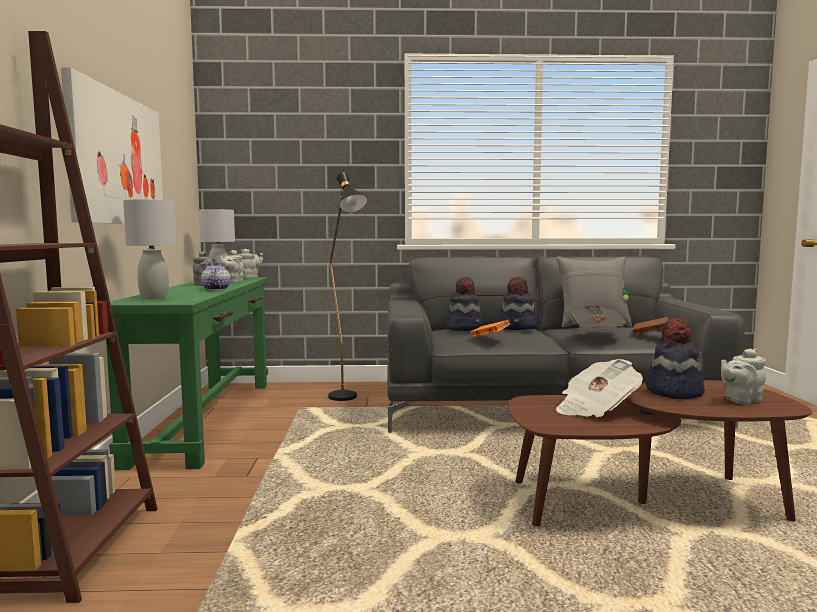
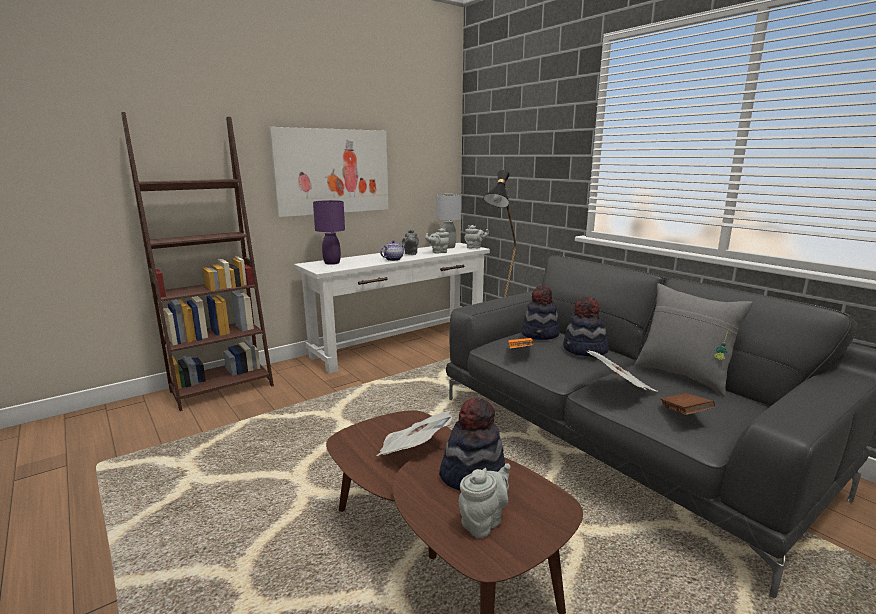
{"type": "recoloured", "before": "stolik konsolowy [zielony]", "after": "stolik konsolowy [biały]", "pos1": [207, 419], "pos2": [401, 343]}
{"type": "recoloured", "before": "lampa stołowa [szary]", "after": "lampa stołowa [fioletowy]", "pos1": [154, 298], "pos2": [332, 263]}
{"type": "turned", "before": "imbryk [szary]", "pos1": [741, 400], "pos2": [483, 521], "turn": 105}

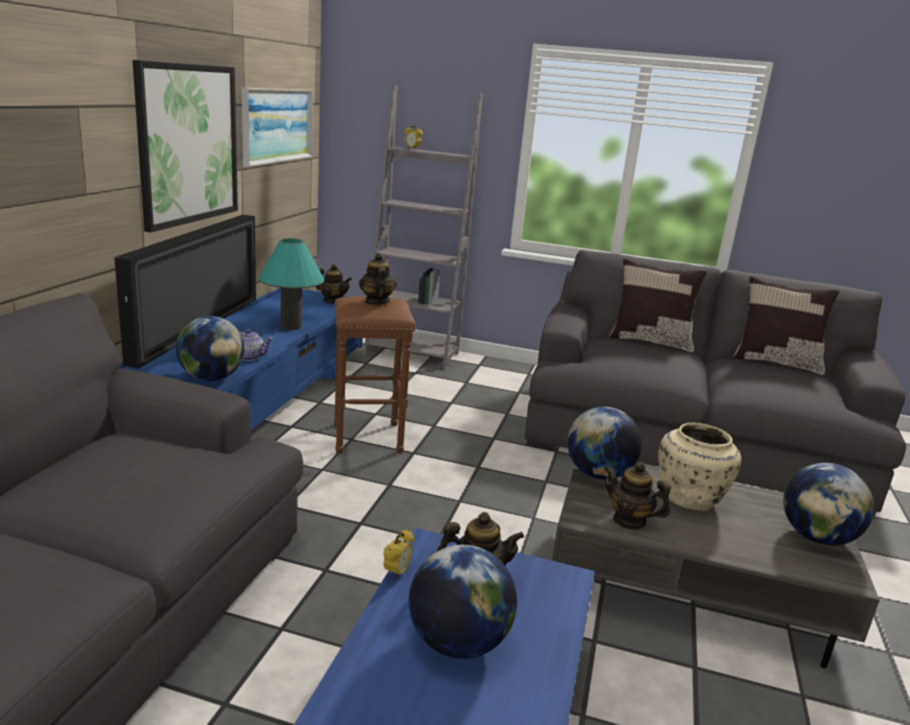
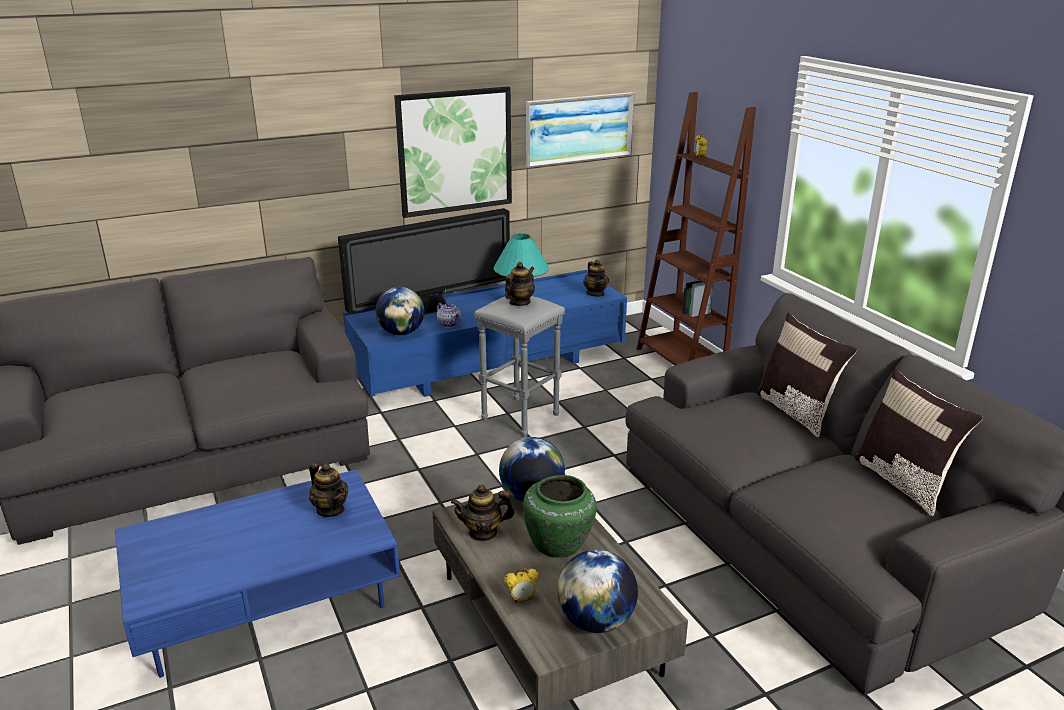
{"type": "removed", "before": "globus", "pos1": [458, 643]}
{"type": "moved", "before": "budzik", "pos1": [397, 573], "pos2": [521, 599]}
{"type": "recoloured", "before": "stołek [brązowy]", "after": "stołek [szary]", "pos1": [366, 438], "pos2": [518, 416]}
{"type": "recoloured", "before": "regał [szary]", "after": "regał [brązowy]", "pos1": [412, 353], "pos2": [680, 361]}
{"type": "recoloured", "before": "wazon [beżowy]", "after": "wazon [zielony]", "pos1": [690, 499], "pos2": [559, 545]}
{"type": "turned", "before": "imbryk", "pos1": [629, 520], "pos2": [483, 532], "turn": -90}

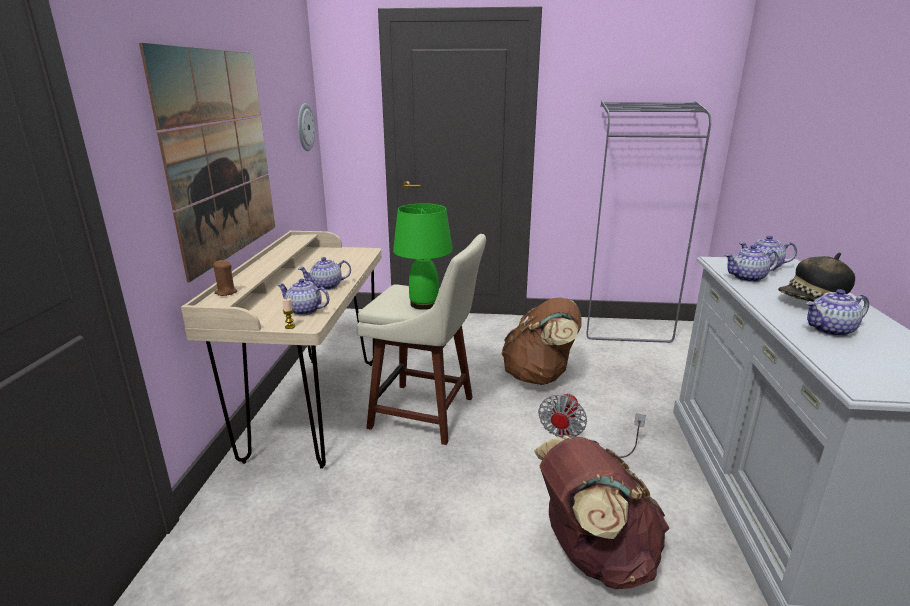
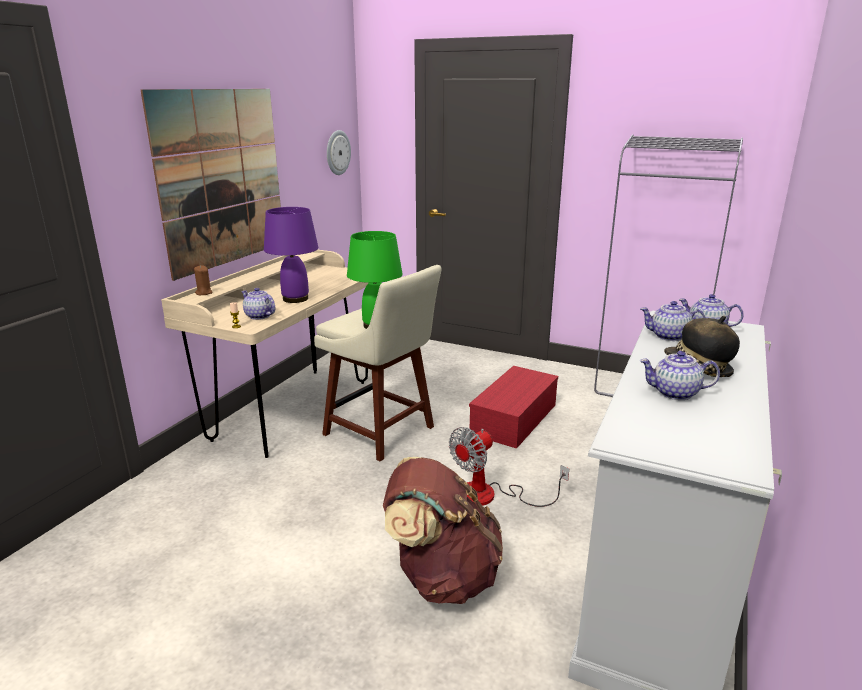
{"type": "replaced", "before": "imbryk", "after": "lampa stołowa [fioletowy]", "pos1": [326, 286], "pos2": [296, 299]}
{"type": "replaced", "before": "plecak [brązowy]", "after": "pojemnik do przechowywania [czerwony]", "pos1": [539, 376], "pos2": [514, 420]}

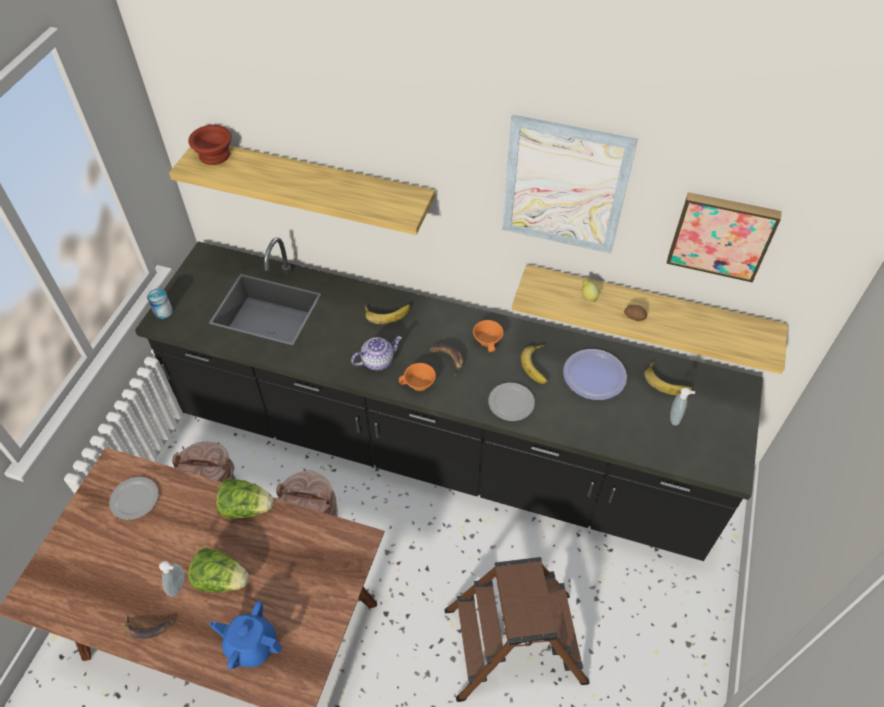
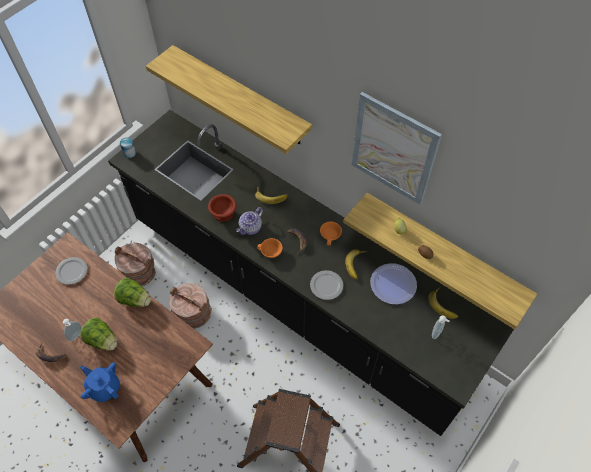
{"type": "removed", "before": "obraz", "pos1": [721, 234]}
{"type": "moved", "before": "miska [brązowy]", "pos1": [215, 154], "pos2": [224, 213]}
{"type": "turned", "before": "imbryk", "pos1": [378, 361], "pos2": [250, 228], "turn": 135}

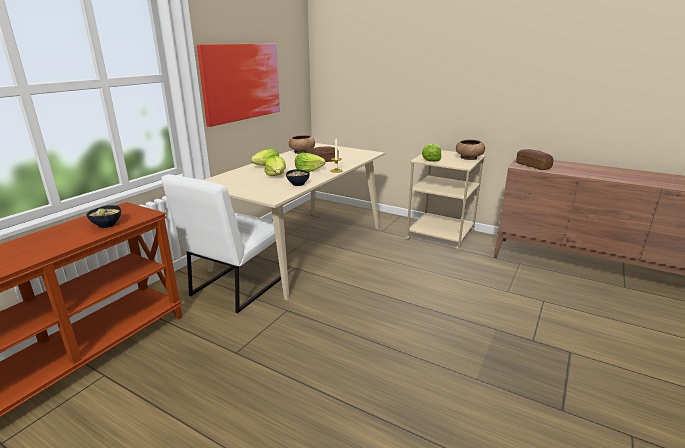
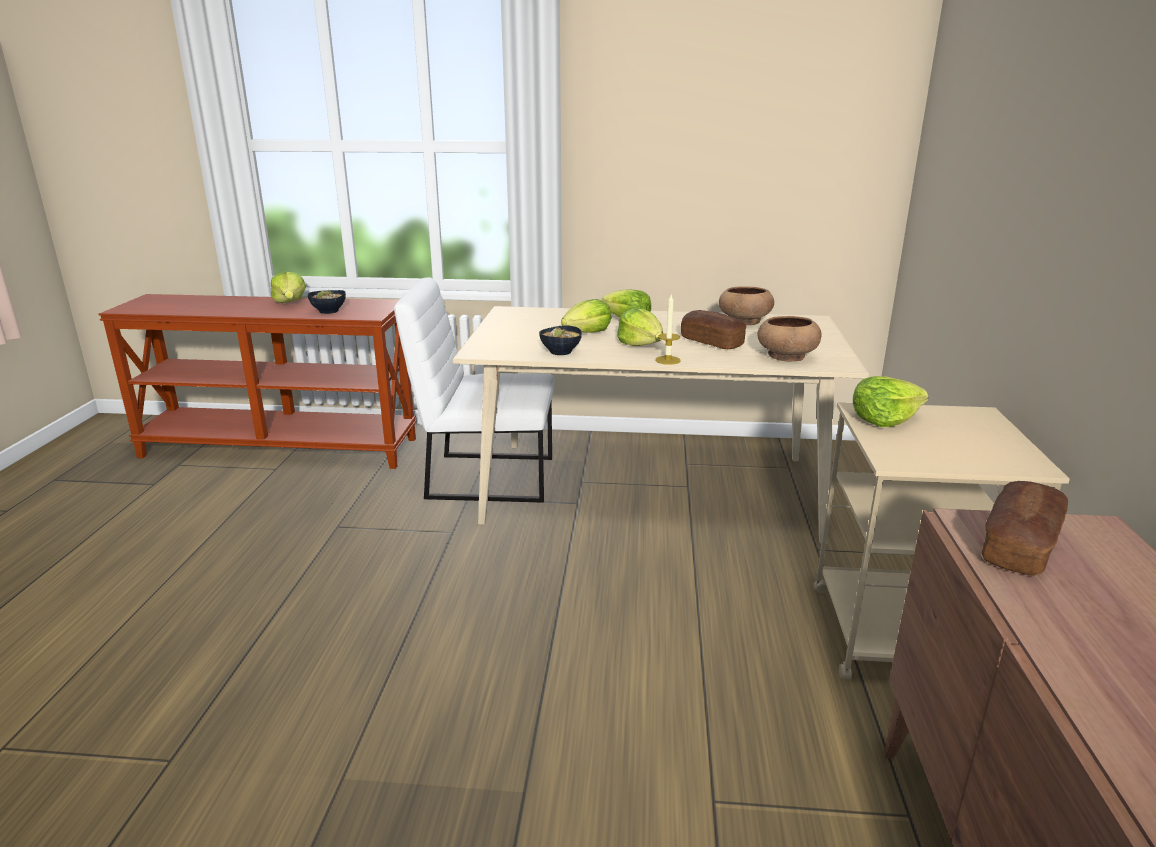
{"type": "removed", "before": "obraz", "pos1": [241, 82]}
{"type": "added", "after": "sałata", "pos2": [290, 302]}
{"type": "moved", "before": "miska [brązowy]", "pos1": [468, 158], "pos2": [786, 356]}

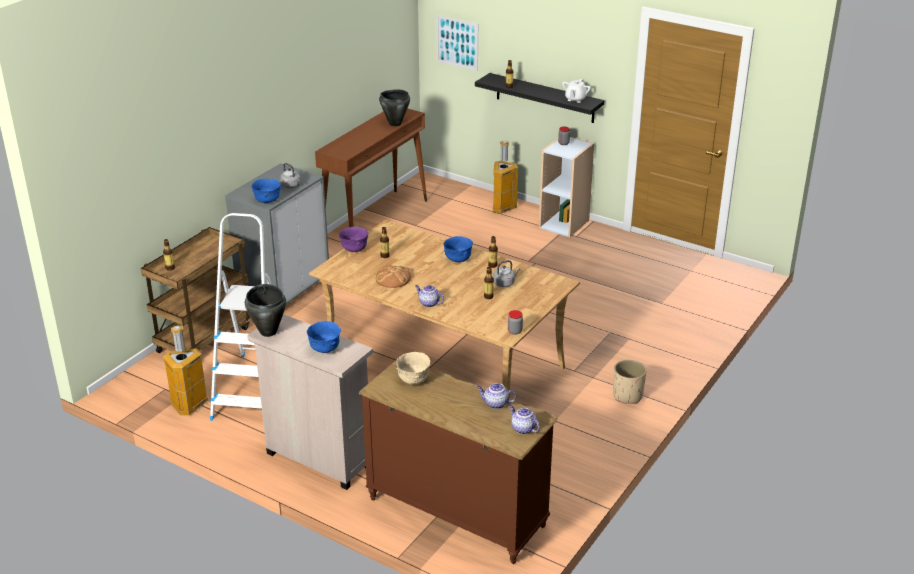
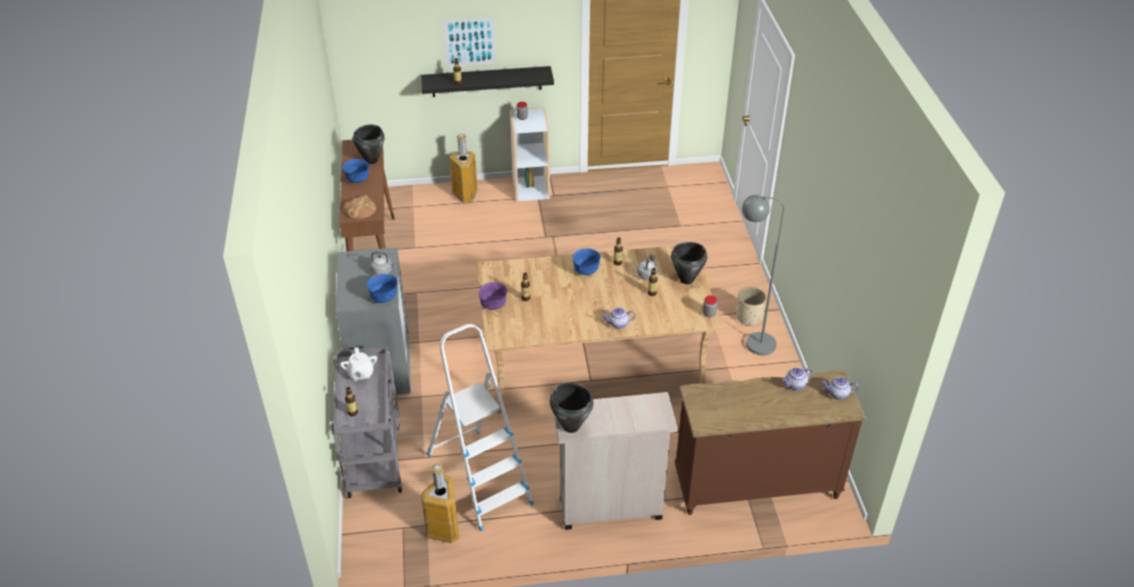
{"type": "removed", "before": "miska [beżowy]", "pos1": [413, 380]}
{"type": "added", "after": "garnek [czarny]", "pos2": [686, 279]}
{"type": "added", "after": "lampa stojąca [szary]", "pos2": [751, 344]}
{"type": "moved", "before": "miska [niebieski]", "pos1": [325, 349], "pos2": [357, 180]}
{"type": "moved", "before": "chleb", "pos1": [393, 278], "pos2": [360, 209]}
{"type": "moved", "before": "obraz", "pos1": [457, 42], "pos2": [469, 41]}
{"type": "moved", "before": "imbryk [biały]", "pos1": [575, 99], "pos2": [361, 373]}
{"type": "recoloured", "before": "wózek [brązowy]", "after": "wózek [szary]", "pos1": [204, 338], "pos2": [373, 458]}

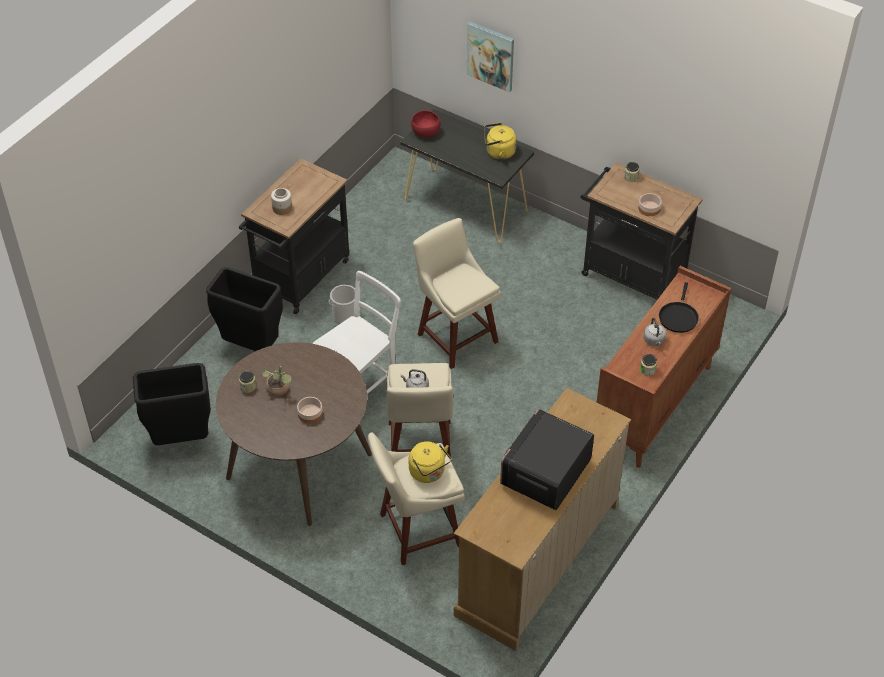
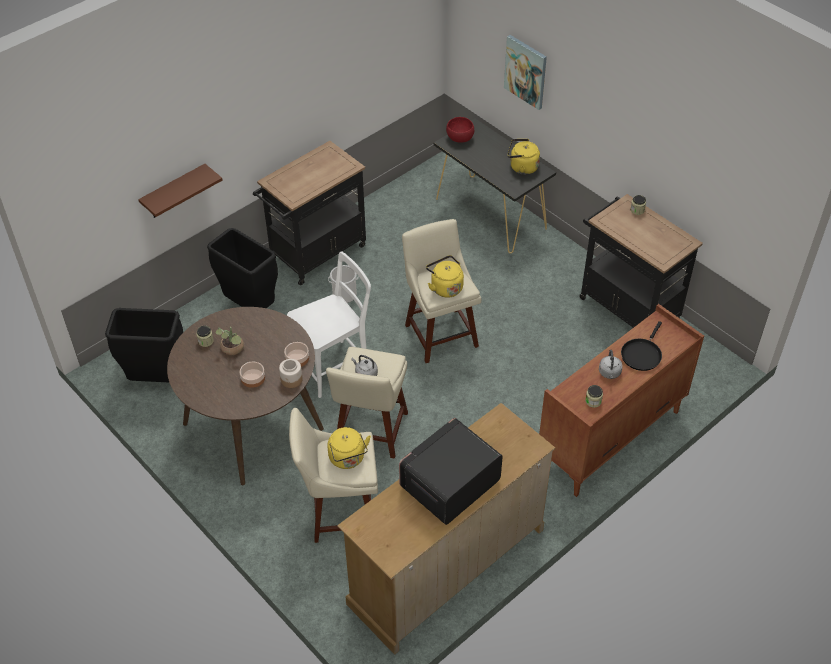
{"type": "added", "after": "półka [brązowy]", "pos2": [174, 192]}
{"type": "added", "after": "czajnik [żółty]", "pos2": [445, 287]}
{"type": "moved", "before": "słoik", "pos1": [282, 208], "pos2": [291, 380]}
{"type": "moved", "before": "miska", "pos1": [649, 208], "pos2": [297, 358]}

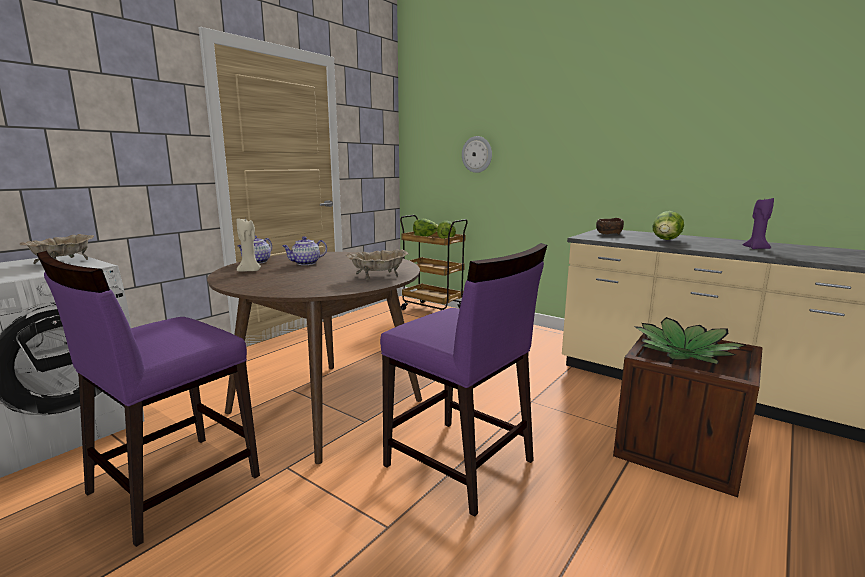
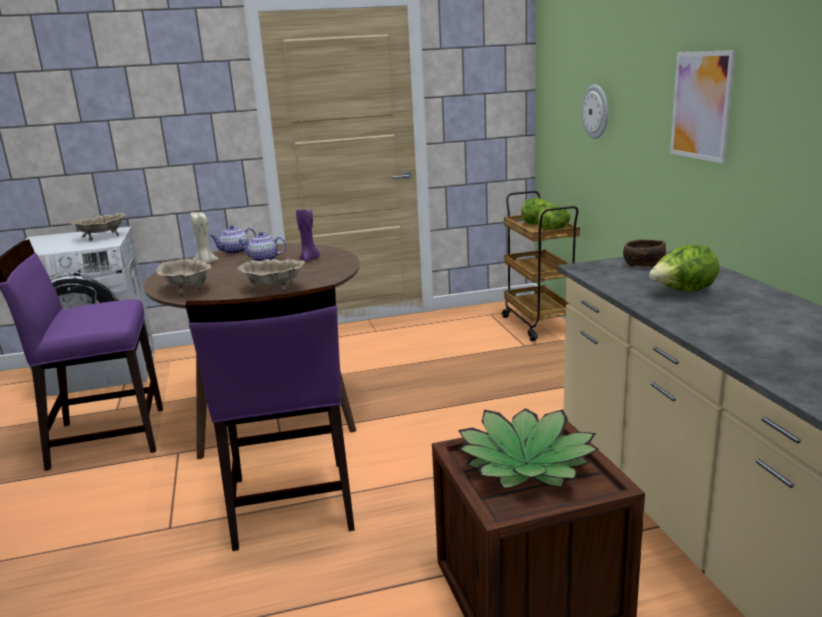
{"type": "added", "after": "miska [beżowy]", "pos2": [188, 289]}
{"type": "added", "after": "obraz", "pos2": [701, 105]}
{"type": "moved", "before": "świeca [fioletowy]", "pos1": [756, 248], "pos2": [309, 259]}

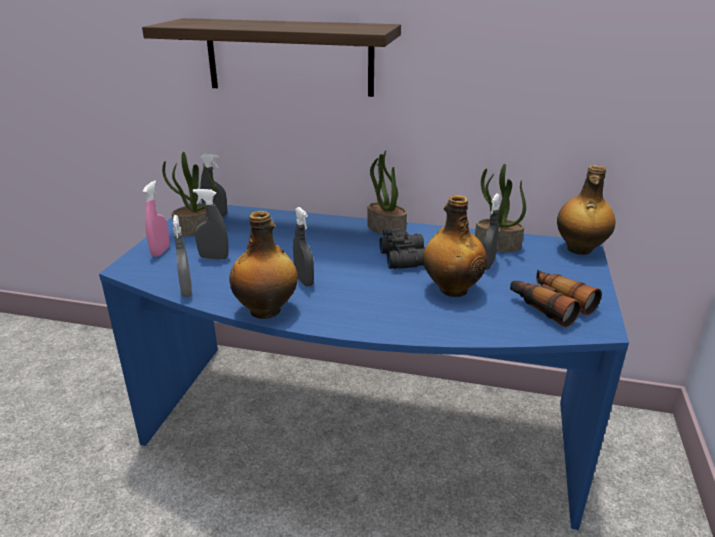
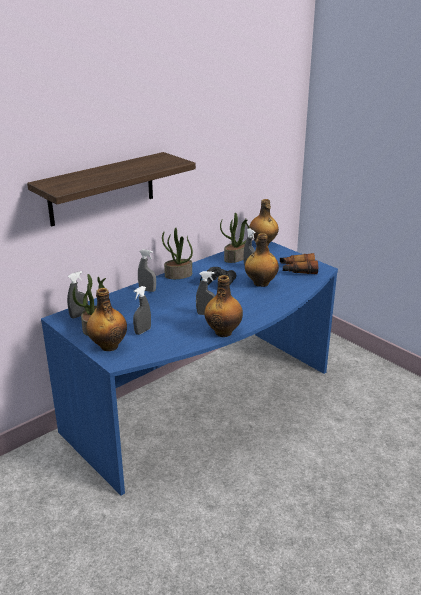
{"type": "moved", "before": "spryskiwacz [szary]", "pos1": [186, 291], "pos2": [147, 290]}
{"type": "replaced", "before": "spryskiwacz [różowy]", "after": "butelka", "pos1": [160, 251], "pos2": [108, 346]}

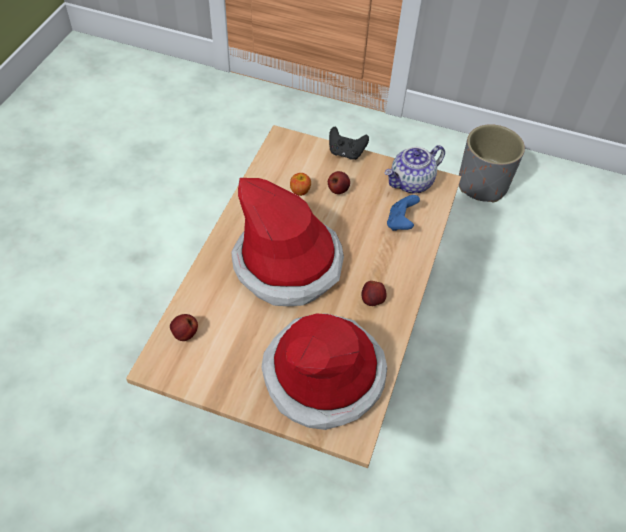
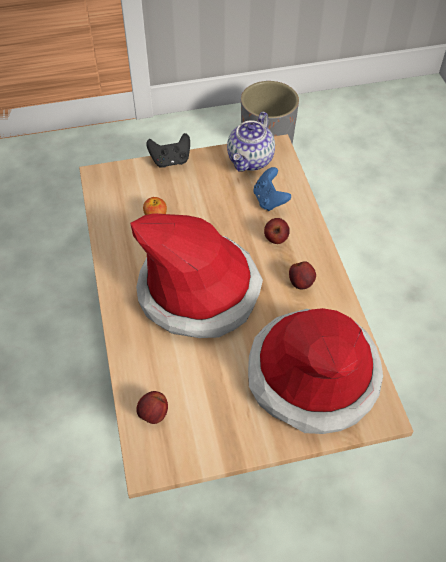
{"type": "moved", "before": "jabłko", "pos1": [338, 190], "pos2": [276, 239]}

